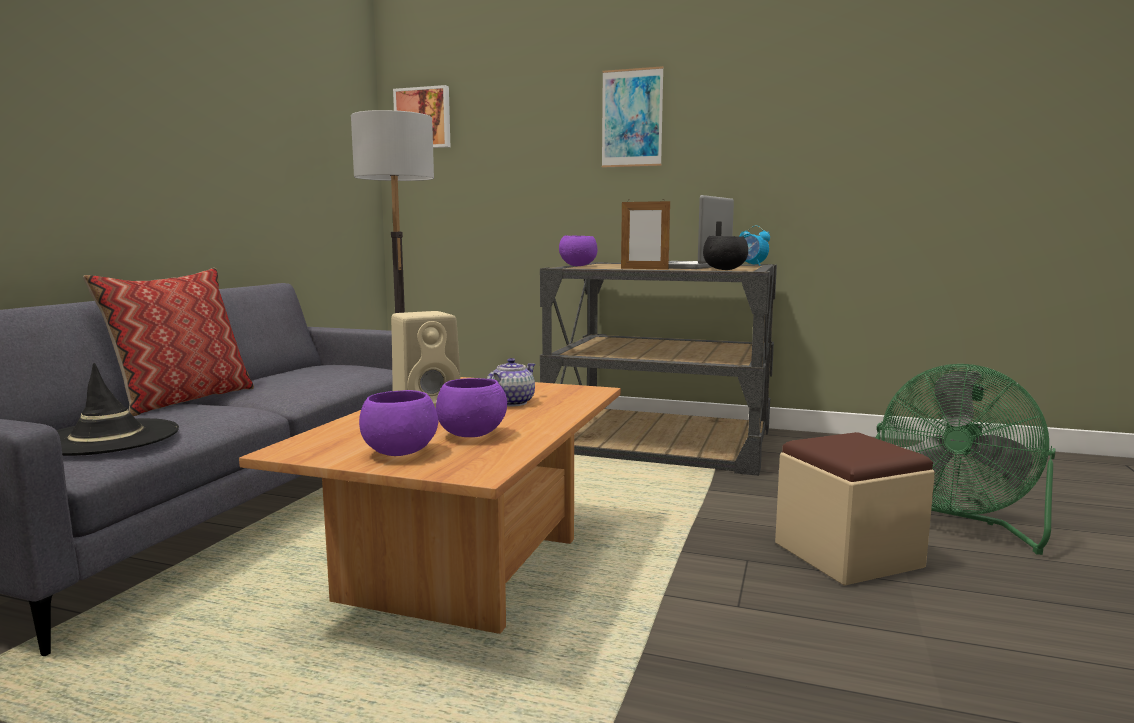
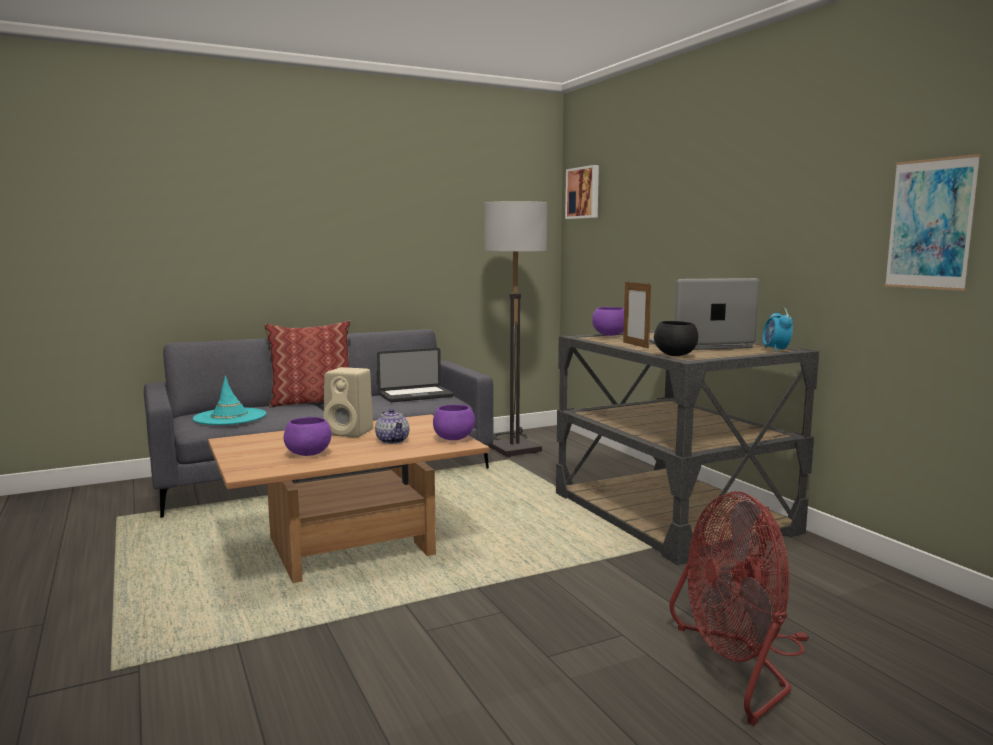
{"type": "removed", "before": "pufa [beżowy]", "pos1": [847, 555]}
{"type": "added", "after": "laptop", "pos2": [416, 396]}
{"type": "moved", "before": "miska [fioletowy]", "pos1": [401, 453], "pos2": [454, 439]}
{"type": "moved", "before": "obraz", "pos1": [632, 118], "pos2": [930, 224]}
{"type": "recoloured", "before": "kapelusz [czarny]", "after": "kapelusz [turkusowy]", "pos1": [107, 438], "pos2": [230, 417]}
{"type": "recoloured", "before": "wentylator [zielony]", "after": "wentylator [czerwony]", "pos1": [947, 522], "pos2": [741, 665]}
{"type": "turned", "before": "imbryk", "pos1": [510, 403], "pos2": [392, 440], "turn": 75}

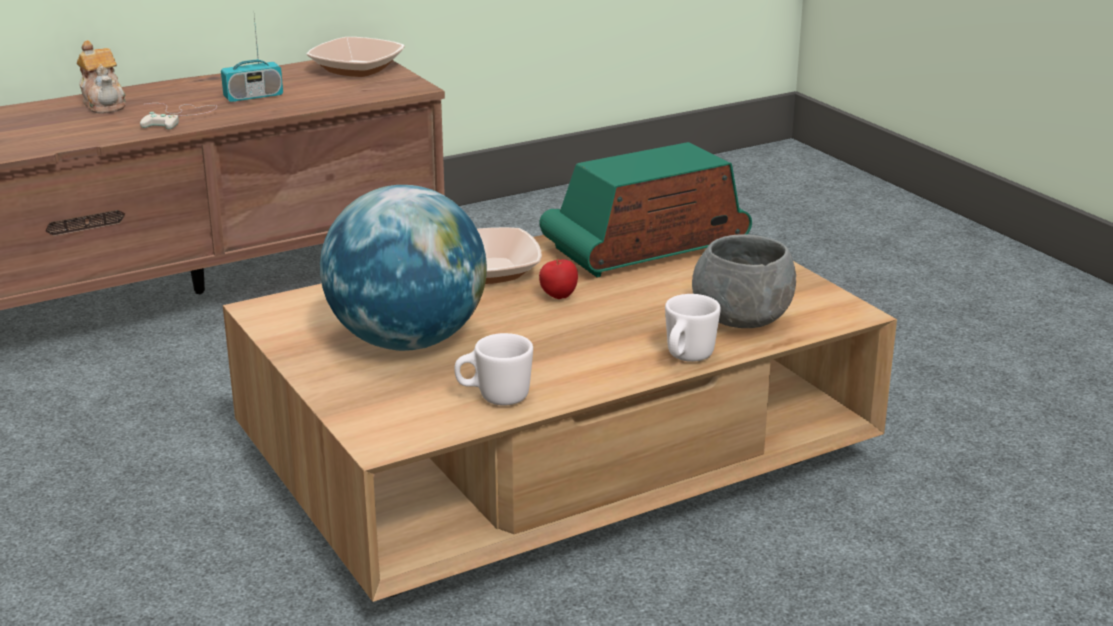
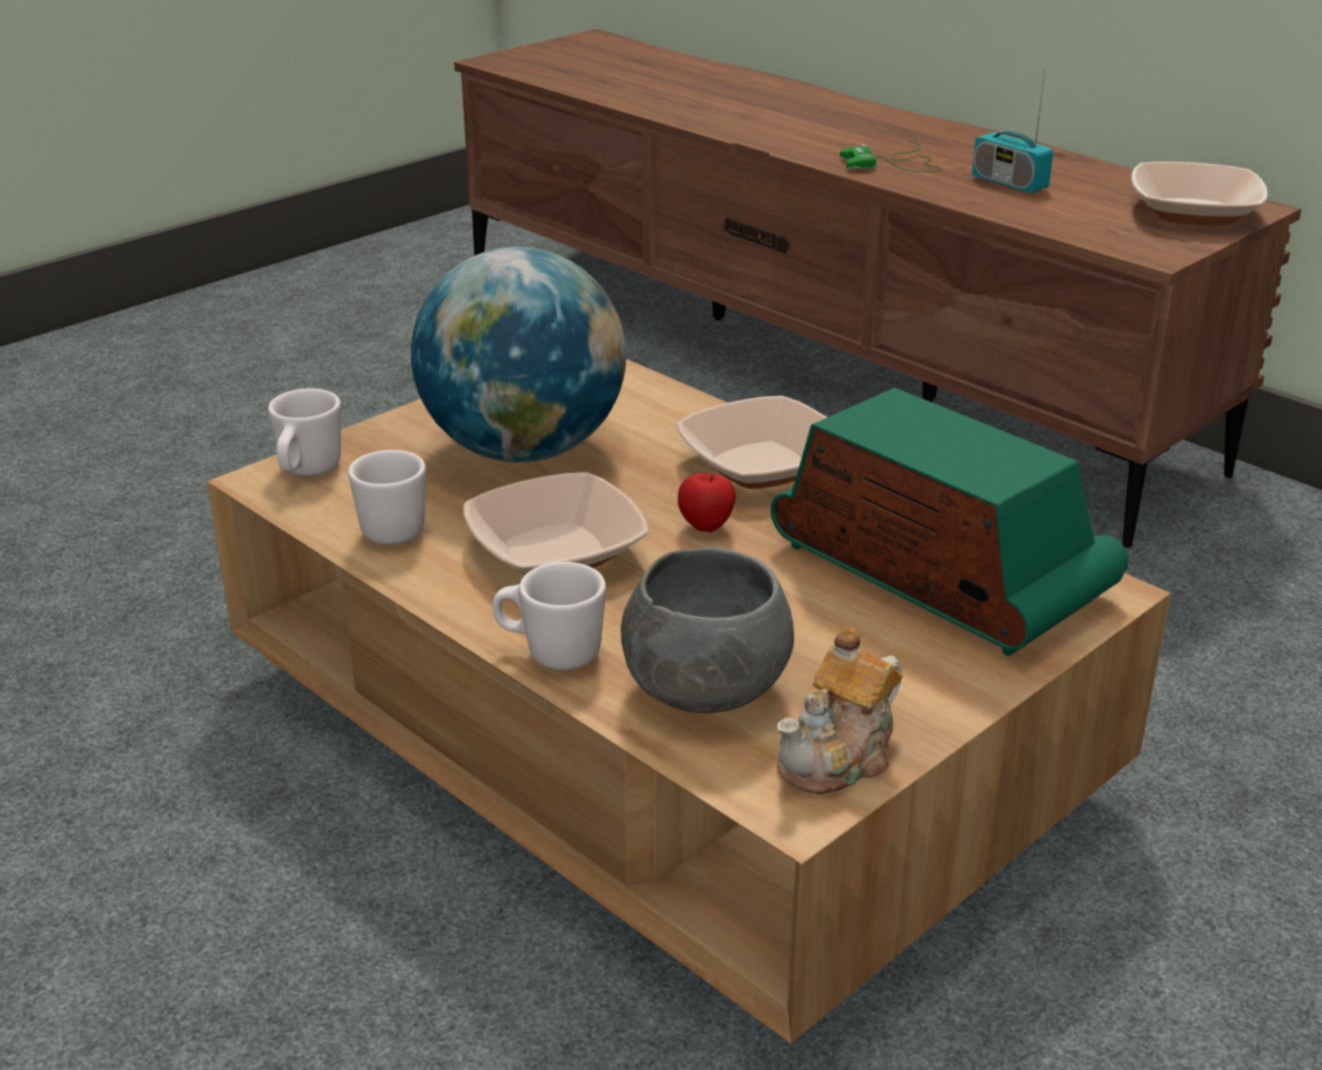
{"type": "added", "after": "kubek [biały]", "pos2": [306, 472]}
{"type": "added", "after": "miska", "pos2": [555, 551]}
{"type": "moved", "before": "imbryk", "pos1": [105, 104], "pos2": [839, 758]}
{"type": "recoloured", "before": "pad do gier [biały]", "after": "pad do gier [zielony]", "pos1": [177, 117], "pos2": [895, 165]}

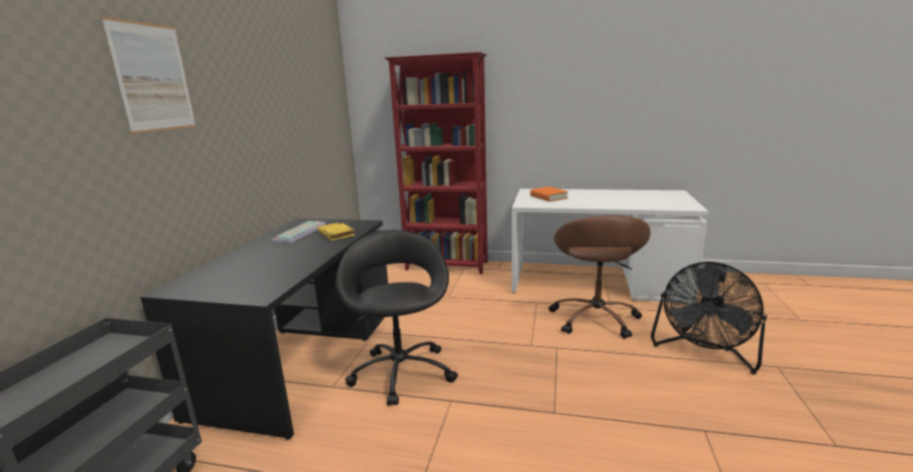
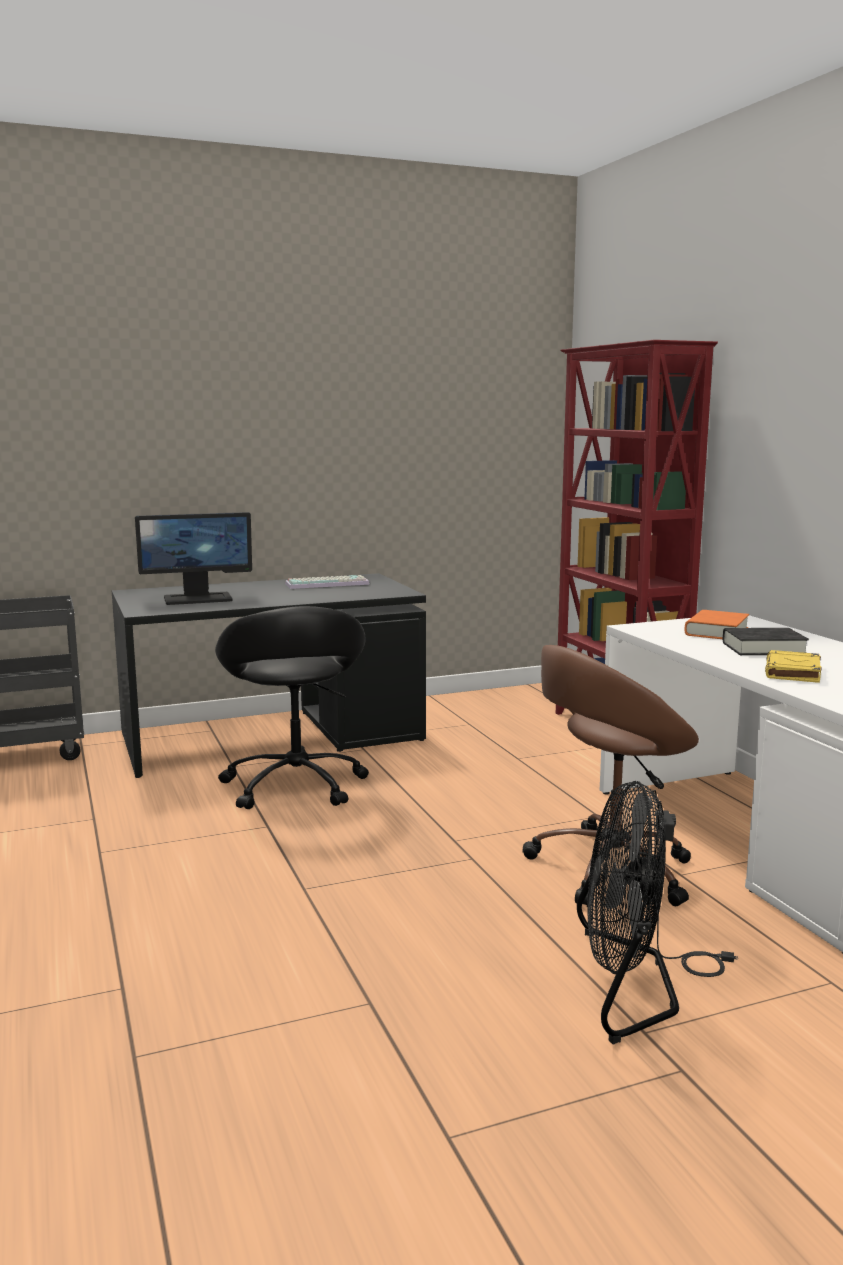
{"type": "removed", "before": "obraz", "pos1": [153, 78]}
{"type": "added", "after": "monitor", "pos2": [198, 598]}
{"type": "added", "after": "książka [czarny]", "pos2": [763, 648]}
{"type": "moved", "before": "książka [żółty]", "pos1": [336, 234], "pos2": [793, 672]}
{"type": "turned", "before": "krzesło biurowe [czarny]", "pos1": [402, 372], "pos2": [295, 787], "turn": 120}

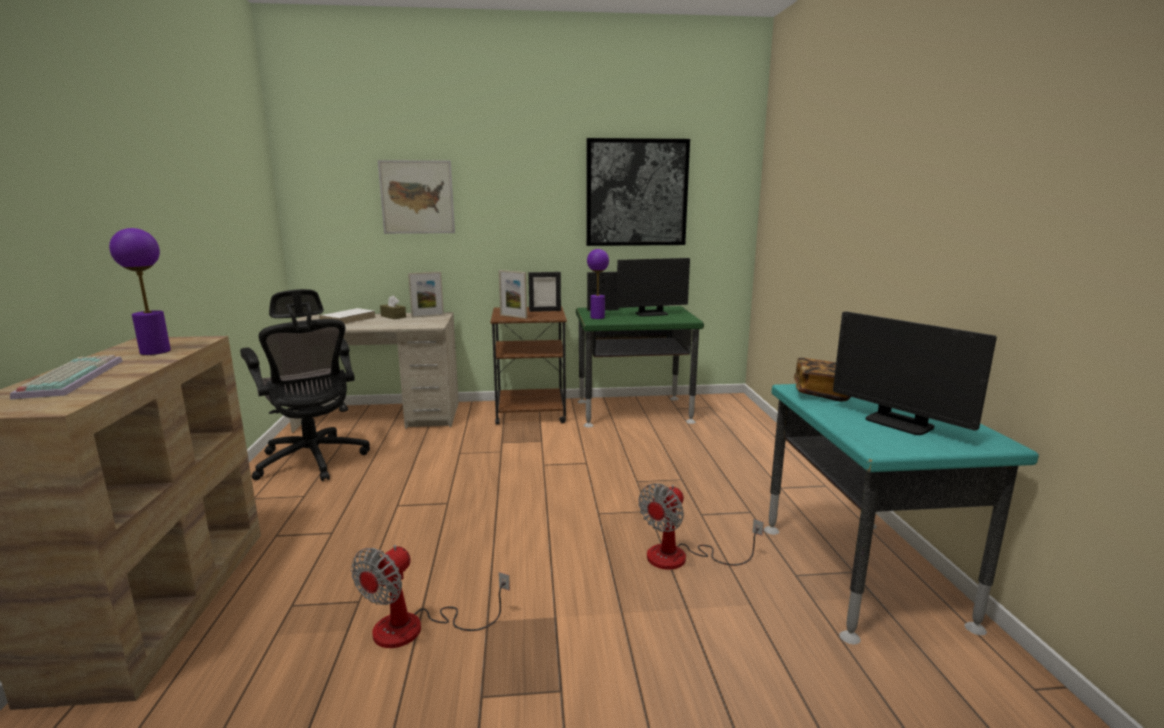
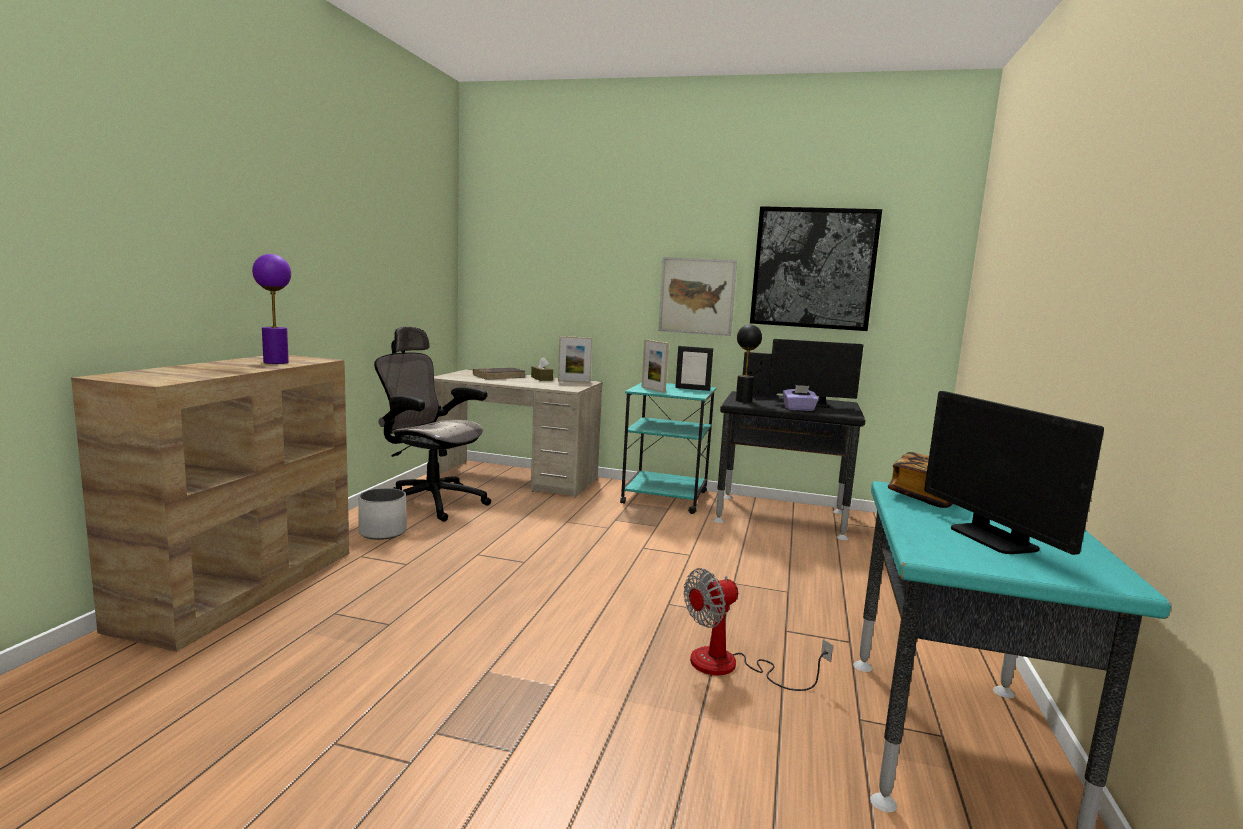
{"type": "removed", "before": "klawiatura", "pos1": [70, 378]}
{"type": "removed", "before": "wentylator", "pos1": [416, 628]}
{"type": "added", "after": "donica [biały]", "pos2": [383, 532]}
{"type": "added", "after": "pudełko chusteczek [fioletowy]", "pos2": [799, 409]}
{"type": "moved", "before": "obraz", "pos1": [417, 197], "pos2": [697, 296]}
{"type": "recoloured", "before": "książka [biały]", "after": "książka [brązowy]", "pos1": [348, 319], "pos2": [499, 376]}
{"type": "recoloured", "before": "wózek [brązowy]", "after": "wózek [turkusowy]", "pos1": [532, 412], "pos2": [666, 498]}
{"type": "recoloured", "before": "biurko [zielony]", "after": "biurko [czarny]", "pos1": [634, 411], "pos2": [781, 516]}
{"type": "recoloured", "before": "lampa stołowa [fioletowy]", "after": "lampa stołowa [czarny]", "pos1": [597, 317], "pos2": [743, 401]}
{"type": "turned", "before": "krzesło biurowe", "pos1": [312, 461], "pos2": [432, 503], "turn": 135}

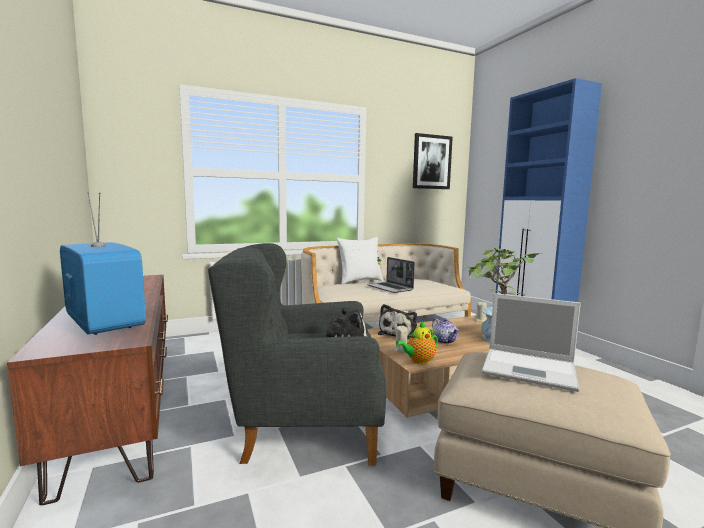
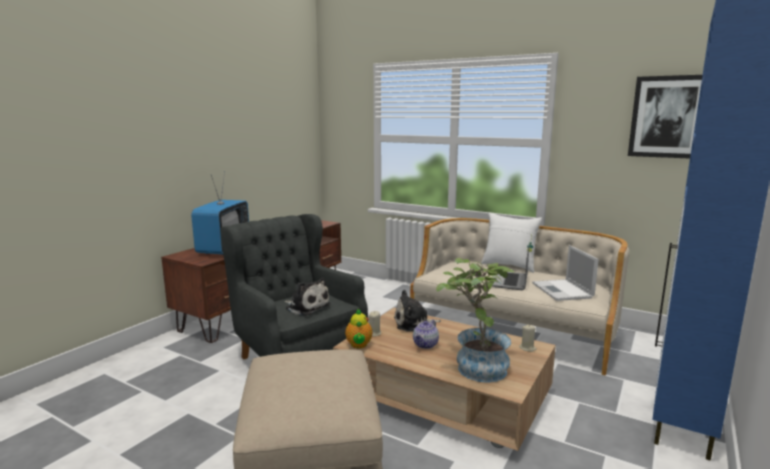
{"type": "moved", "before": "laptop", "pos1": [531, 369], "pos2": [563, 291]}
{"type": "turned", "before": "imbryk", "pos1": [418, 361], "pos2": [359, 345], "turn": -120}

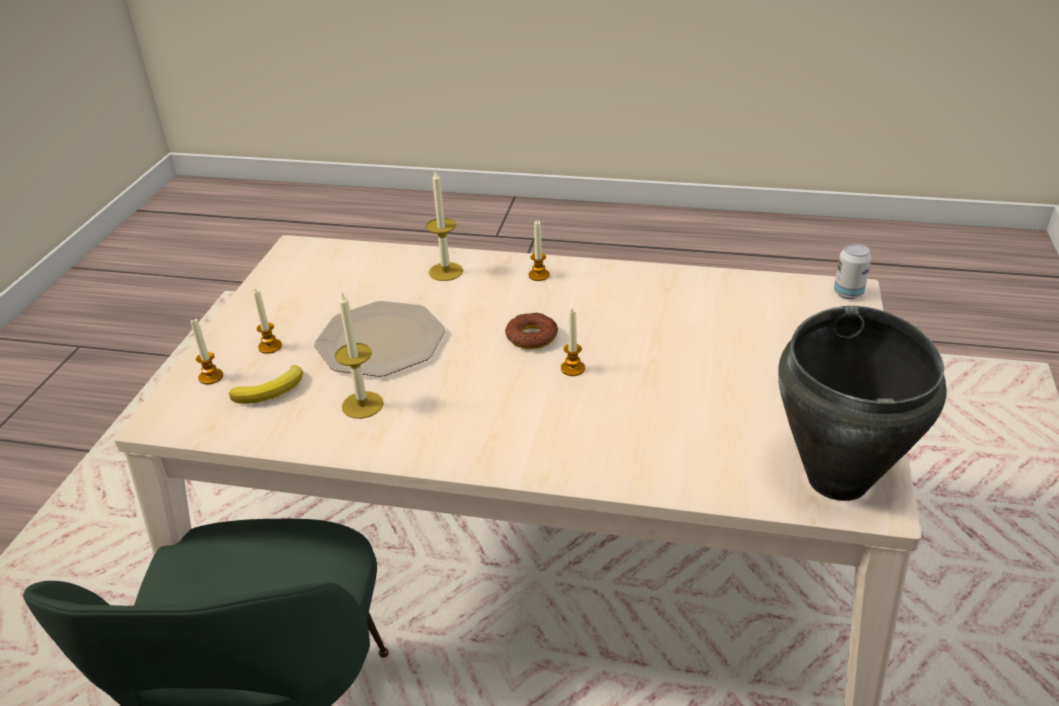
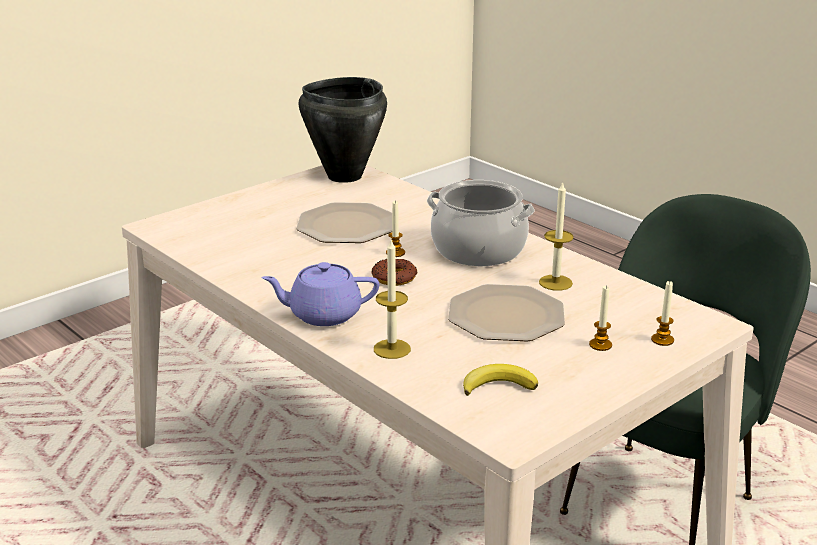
{"type": "removed", "before": "puszka", "pos1": [848, 293]}
{"type": "added", "after": "talerz", "pos2": [345, 225]}
{"type": "added", "after": "garnek", "pos2": [479, 249]}
{"type": "moved", "before": "banan", "pos1": [271, 390], "pos2": [498, 385]}
{"type": "replaced", "before": "świeca", "after": "imbryk [fioletowy]", "pos1": [539, 275], "pos2": [323, 314]}

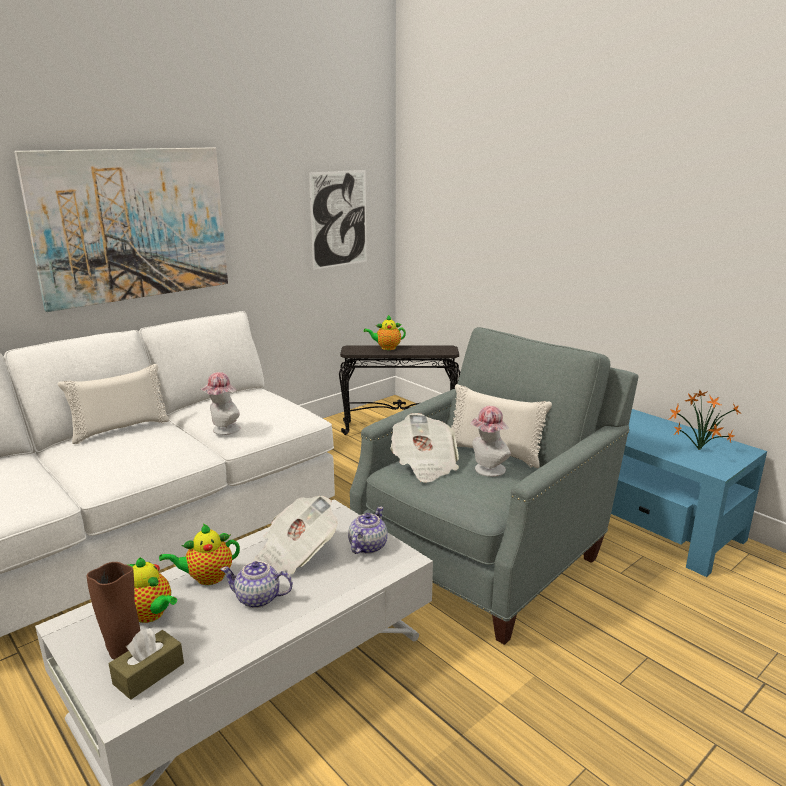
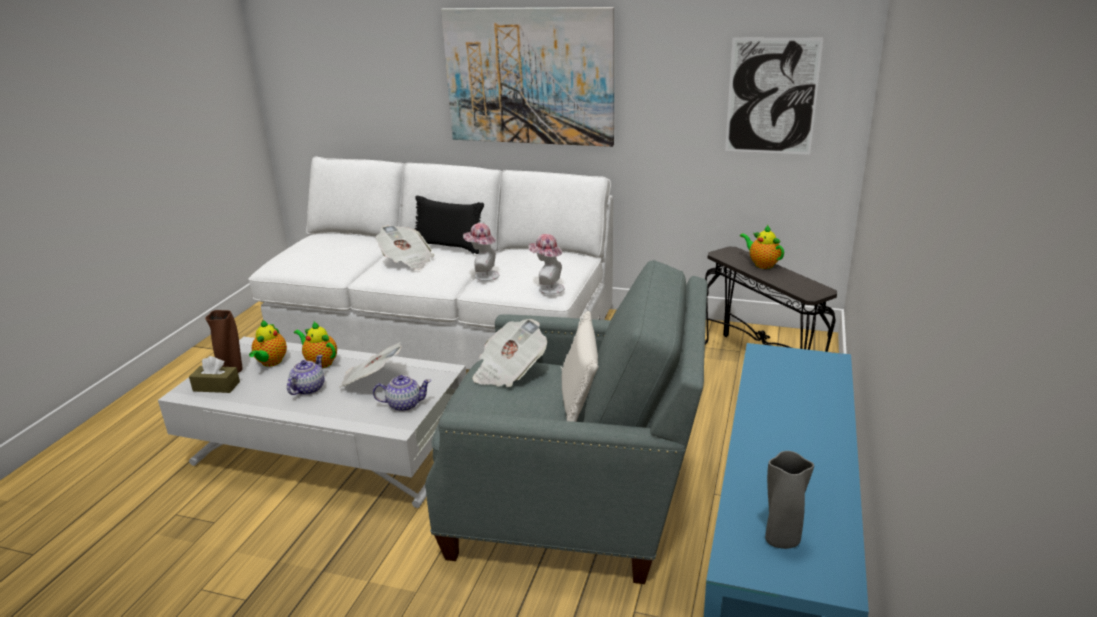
{"type": "added", "after": "gazeta", "pos2": [407, 261]}
{"type": "moved", "before": "kapelusz", "pos1": [487, 470], "pos2": [548, 288]}
{"type": "replaced", "before": "roślina doniczkowa", "after": "wazon [szary]", "pos1": [697, 450], "pos2": [781, 540]}
{"type": "recoloured", "before": "poduszka [biały]", "after": "poduszka [czarny]", "pos1": [120, 429], "pos2": [448, 247]}
{"type": "turned", "before": "imbryk", "pos1": [258, 599], "pos2": [308, 389], "turn": 45}

